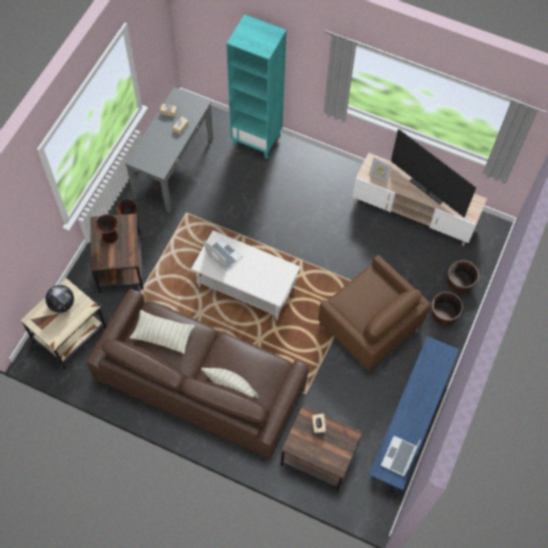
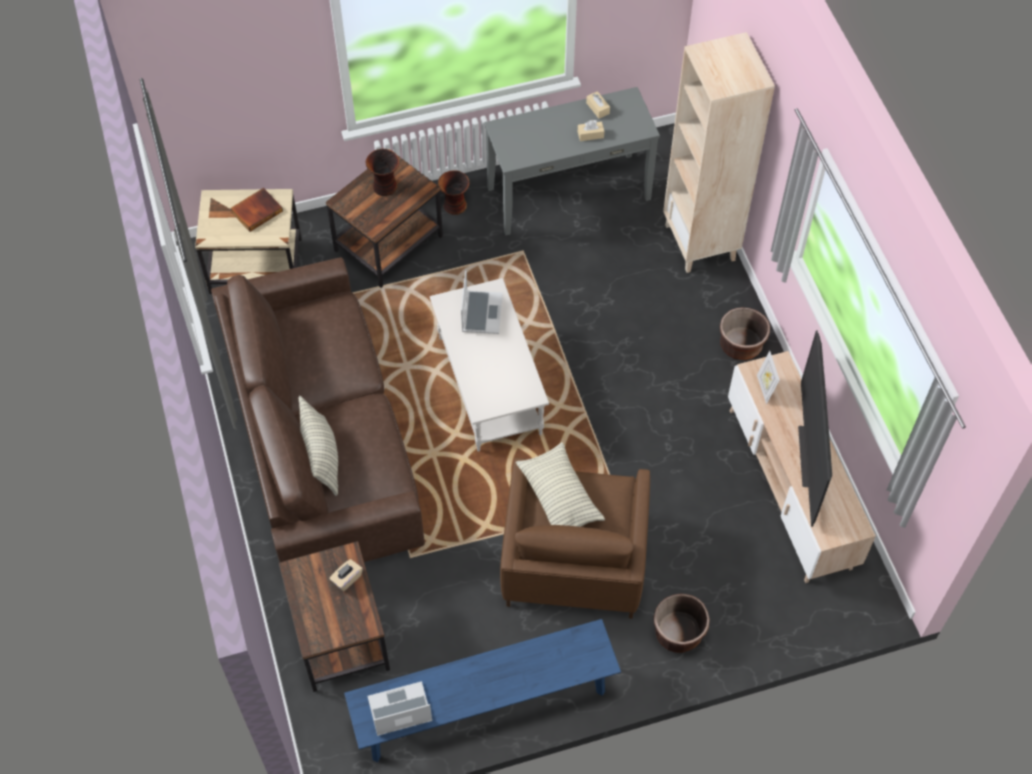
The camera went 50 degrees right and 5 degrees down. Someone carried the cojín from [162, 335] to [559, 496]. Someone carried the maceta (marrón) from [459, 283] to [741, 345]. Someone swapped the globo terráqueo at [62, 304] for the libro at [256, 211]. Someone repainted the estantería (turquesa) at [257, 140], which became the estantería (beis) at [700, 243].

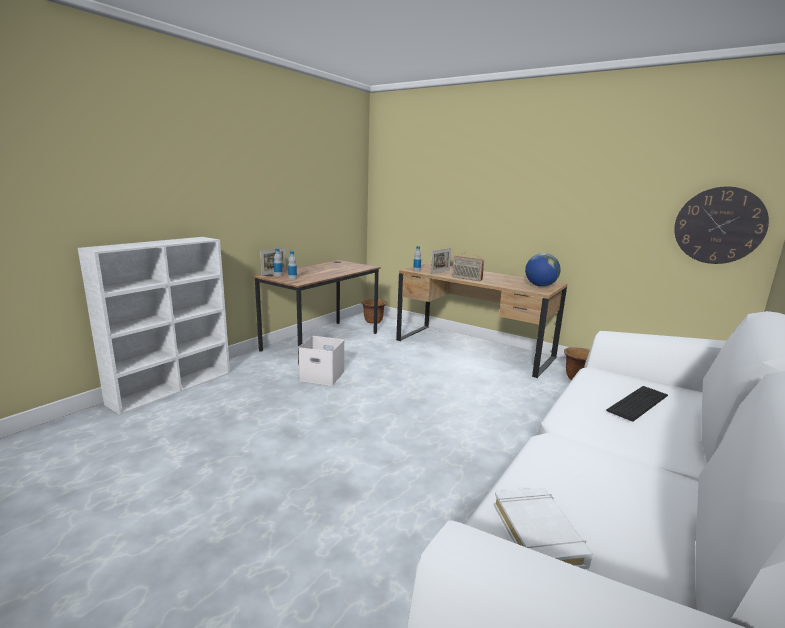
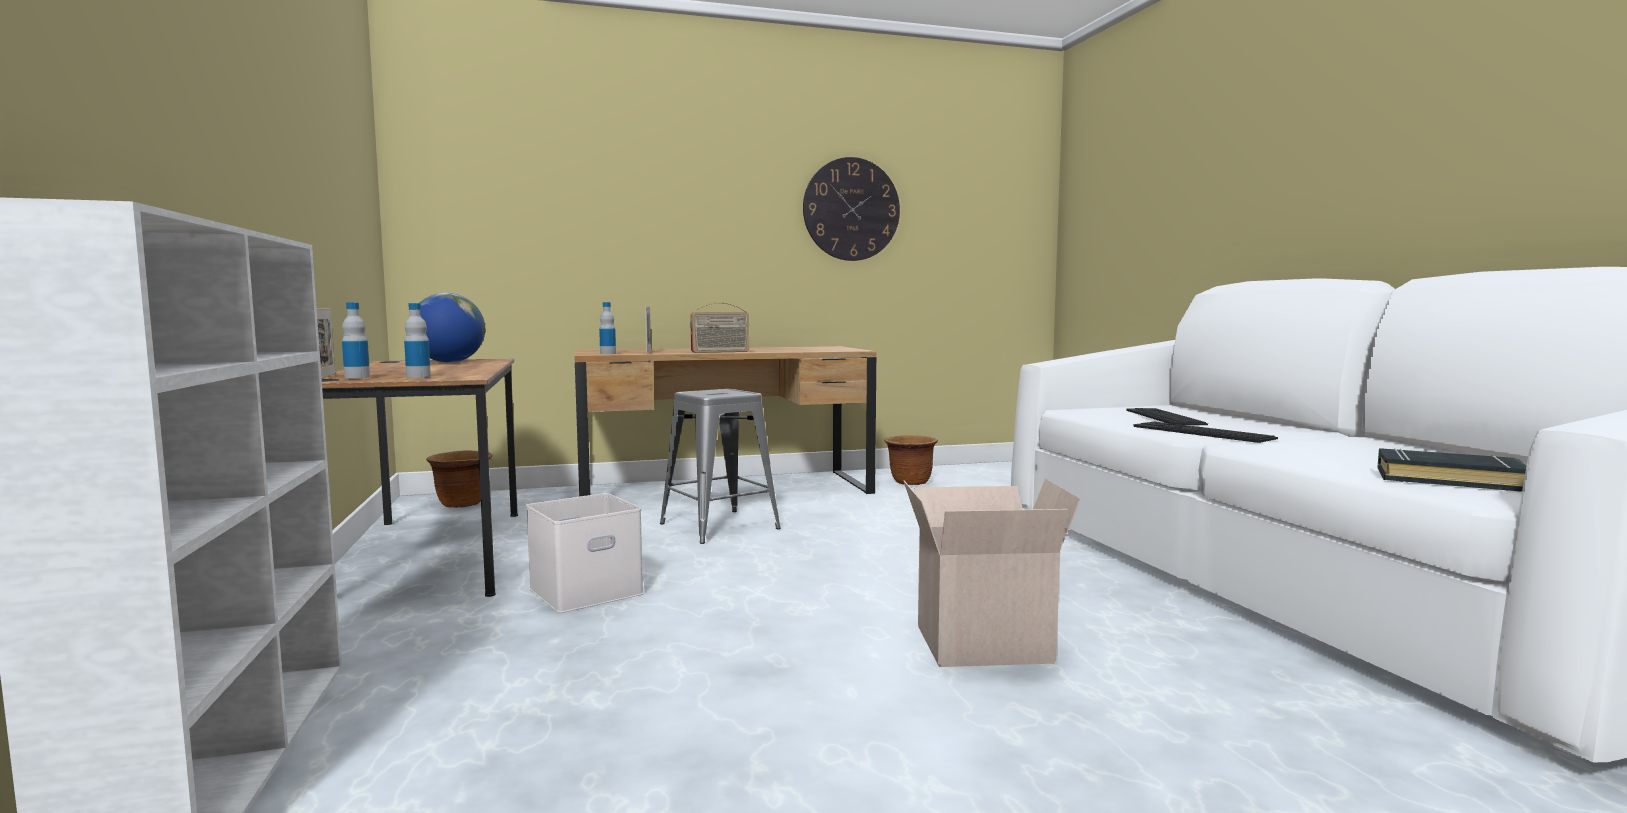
The camera went 50 degrees left and 10 degrees down. Someone put down the taburete (gris) at [719, 526]. Someone put down the caja de cartón at [984, 642]. Someone put down the teclado at [1202, 432]. Someone carried the globo terráqueo from [540, 286] to [449, 362]. Someone carried the reloj de pared from [719, 225] to [851, 209]. Someone repainted the libro (blanco) at [538, 534], which became the libro (negro) at [1448, 479].

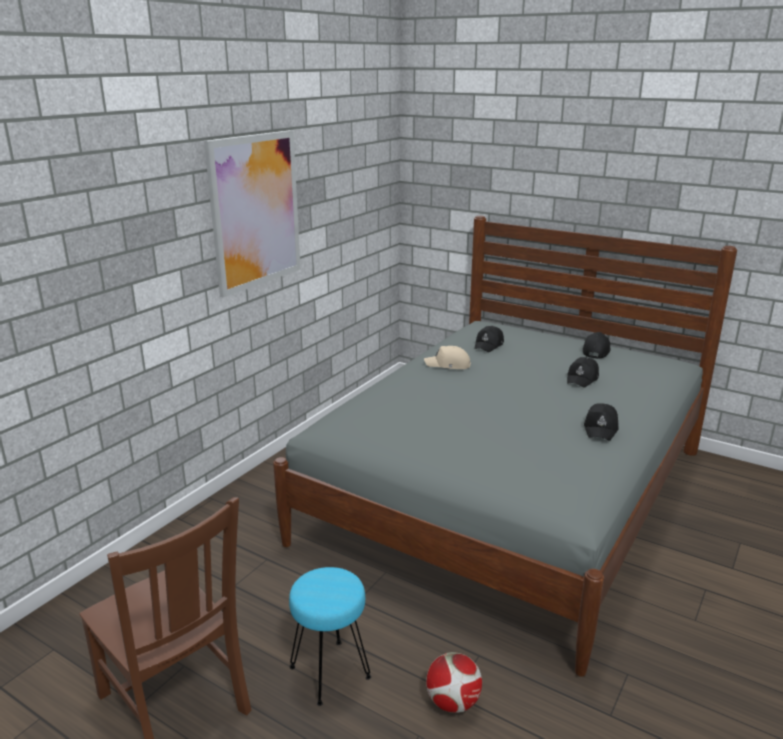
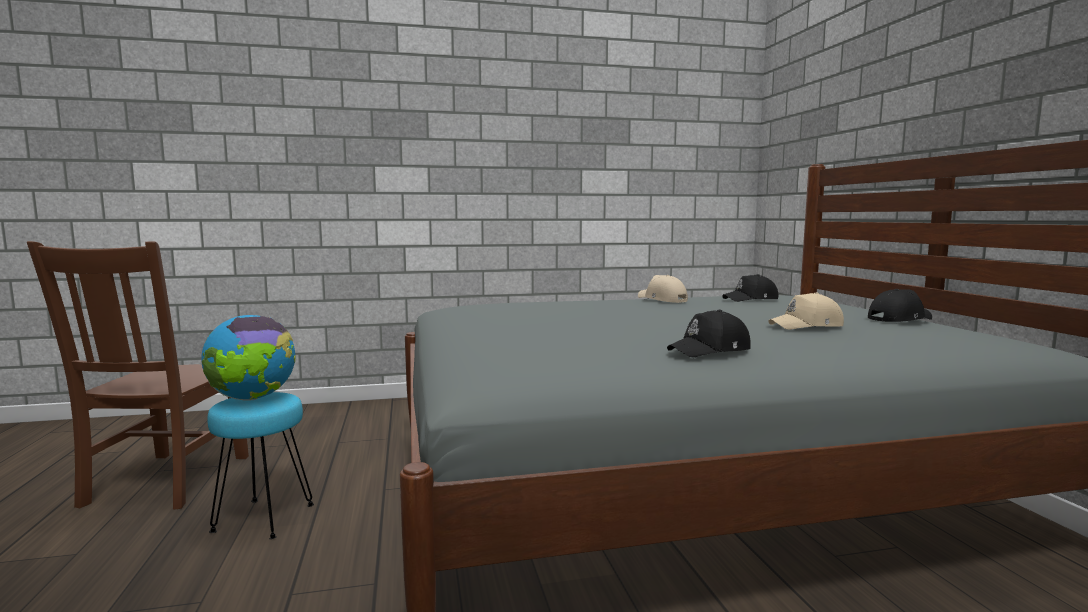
The camera went 45 degrees right and 15 degrees down. Someone took away the cuadro at [255, 211]. Someone took away the balón de fútbol at [453, 702]. Someone put down the globo terráqueo at [252, 398]. Someone repainted the gorra (negro) at [582, 378], which became the gorra (beis) at [807, 326].

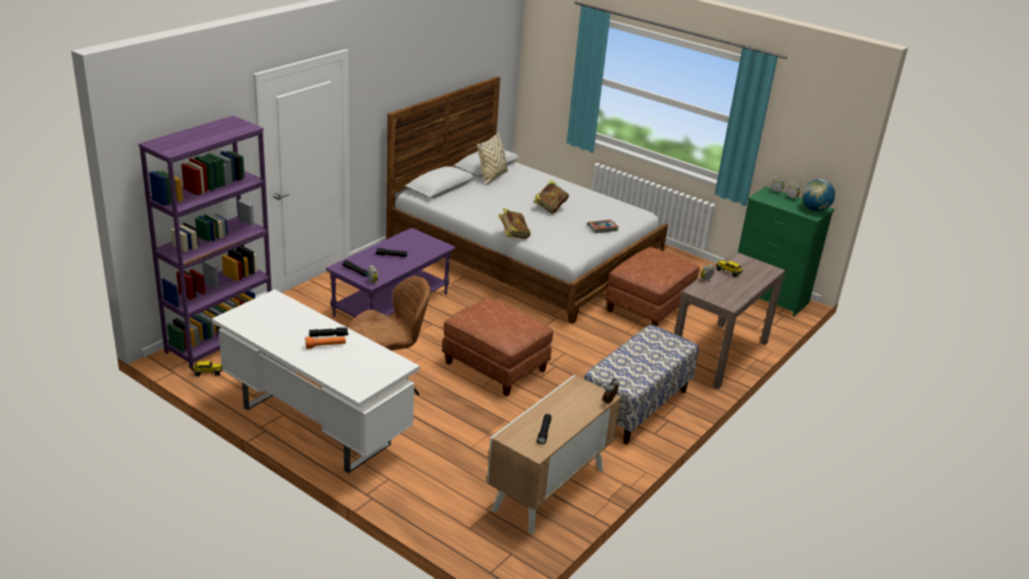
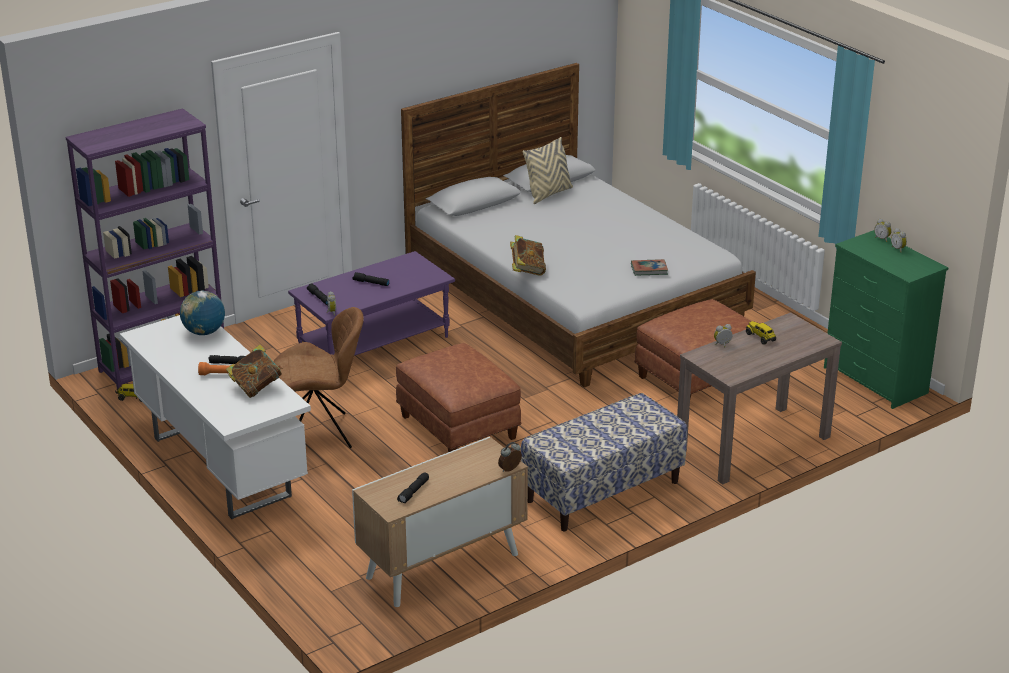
The camera went 20 degrees right and 0 degrees up. Someone carried the libro from [550, 208] to [256, 387]. Someone carried the globo terráqueo from [814, 209] to [204, 332].

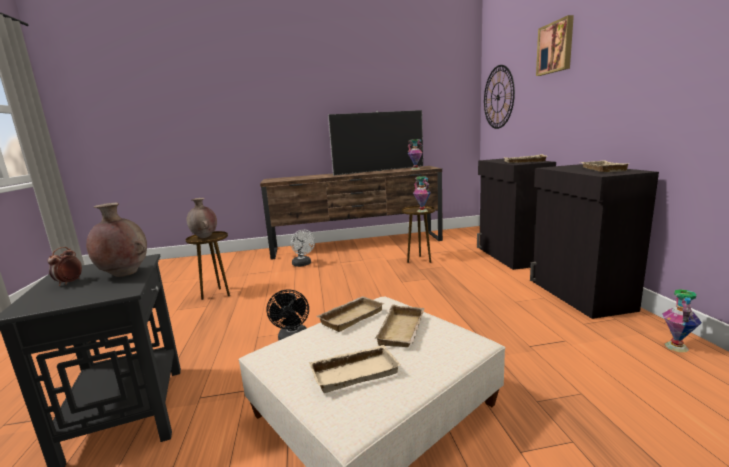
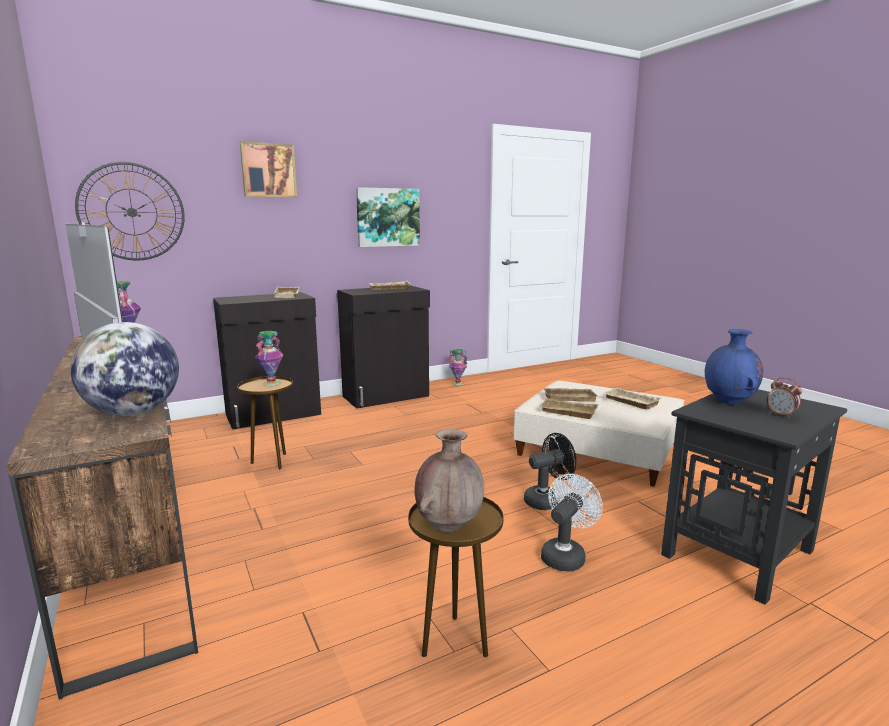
The camera went 110 degrees left and 0 degrees up. Someone put down the globo terráqueo at [133, 413]. Someone put up the cuadro at [388, 217]. Someone carried the ventilador (blanco) from [303, 264] to [565, 555]. Someone repainted the florero (marrón) at [124, 274], which became the florero (azul) at [729, 402]. Someone rotated the despertador at [69, 282] by 60 degrees clockwise.

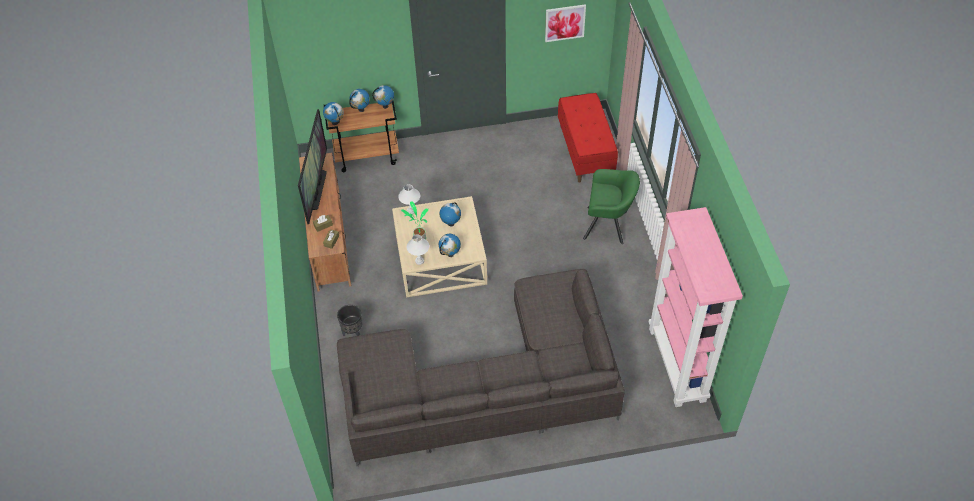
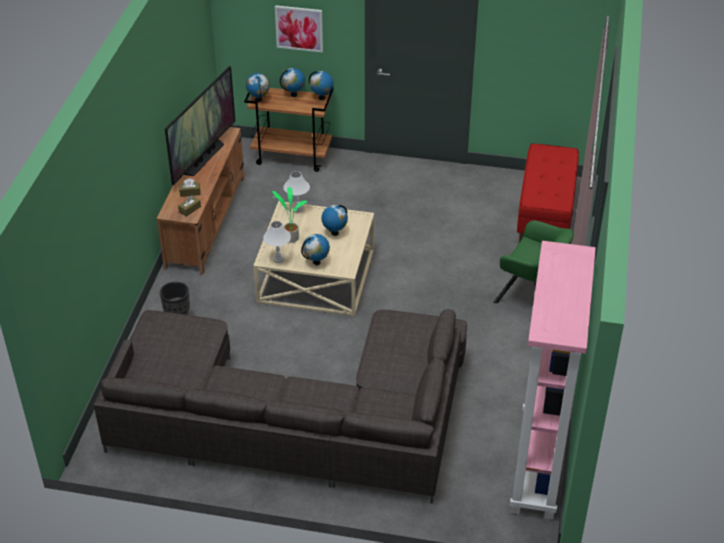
The camera went 20 degrees right and 10 degrees down. Someone carried the cuadro from [565, 22] to [299, 28].

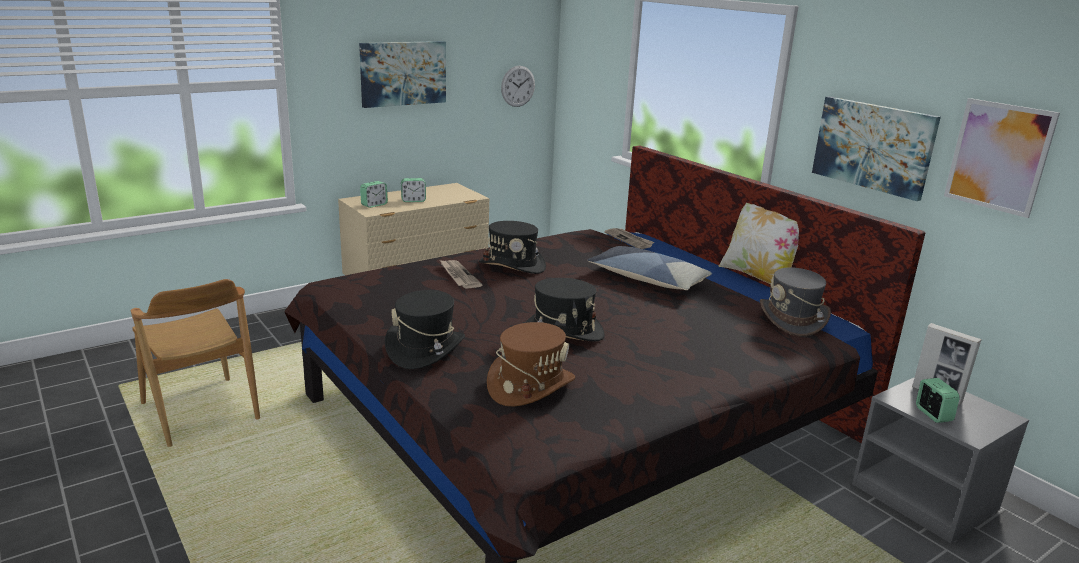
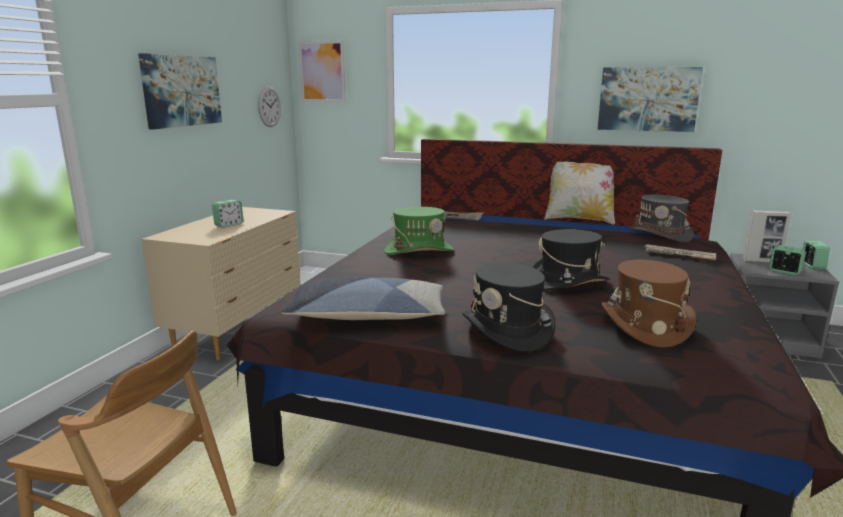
The camera went 35 degrees left and 5 degrees down. Someone carried the despertador from [374, 205] to [812, 266]. Someone carried the periódico from [458, 276] to [678, 254]. Someone carried the cojín from [647, 279] to [367, 315]. Someone carried the cuadro from [998, 157] to [322, 71]. Someone repainted the sombrero (negro) at [512, 265], which became the sombrero (verde) at [419, 251].

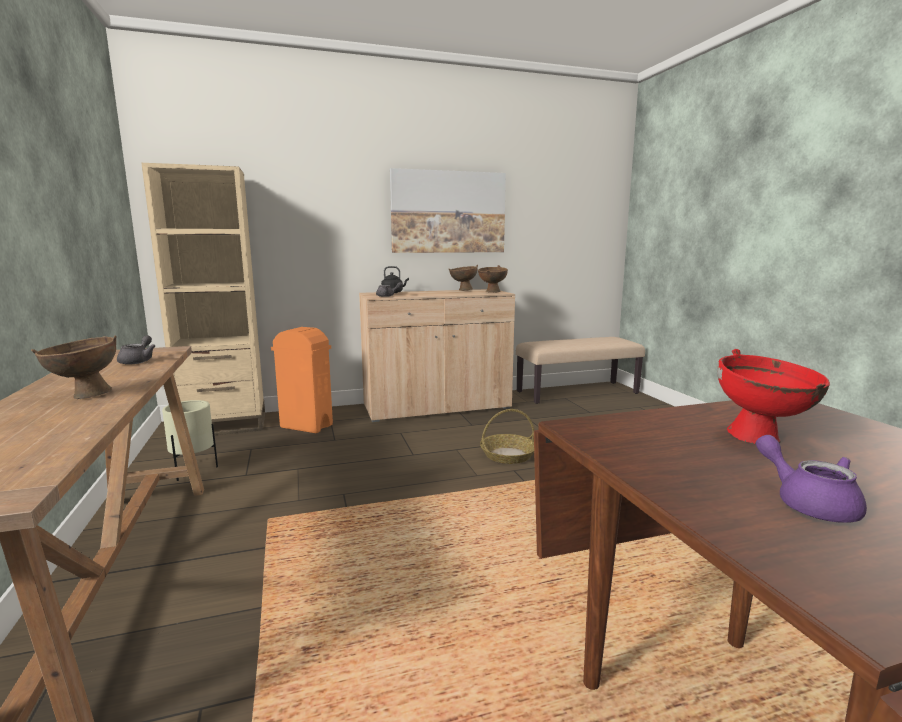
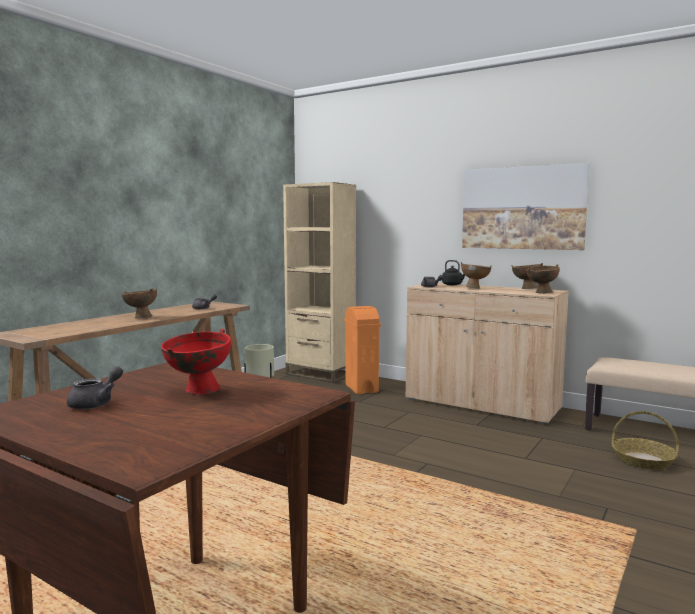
The camera went 50 degrees right and 5 degrees down. Someone put down the cuenco (marrón) at [475, 288]. Someone carried the cesta from [508, 455] to [643, 460]. Someone repainted the tetera (morado) at [808, 503], which became the tetera (gris) at [96, 403].

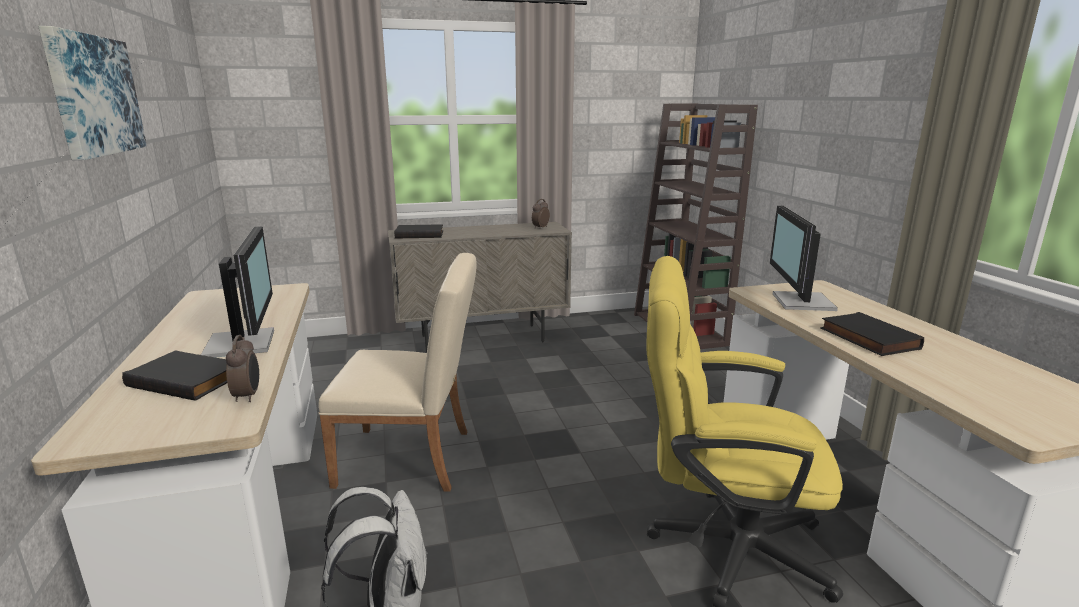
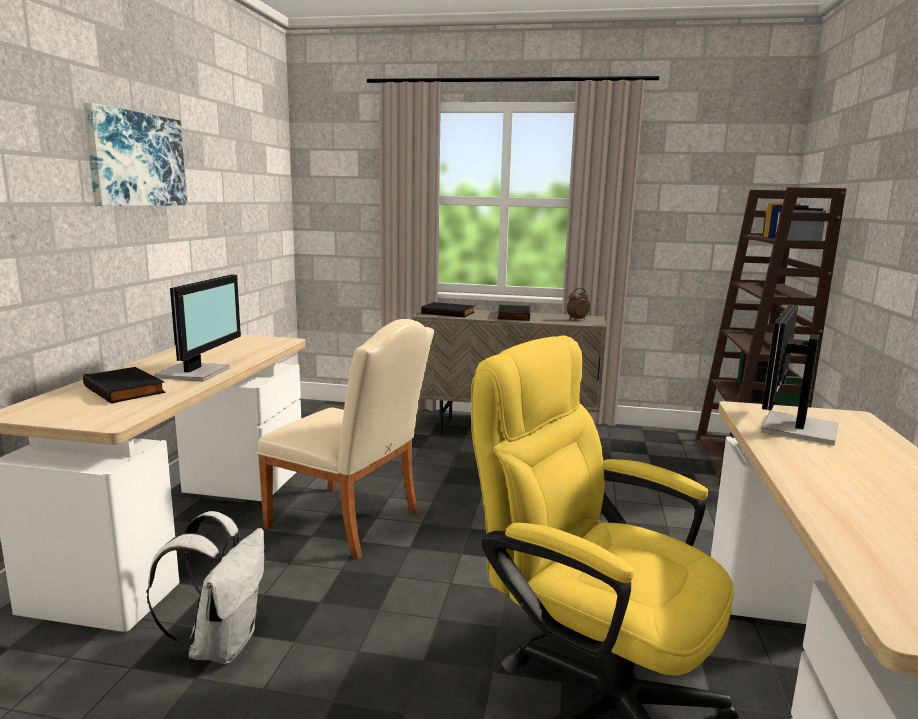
The camera went 25 degrees right and 5 degrees down. Someone took away the despertador at [248, 396]. Someone carried the libro (negro) from [866, 338] to [512, 316].

